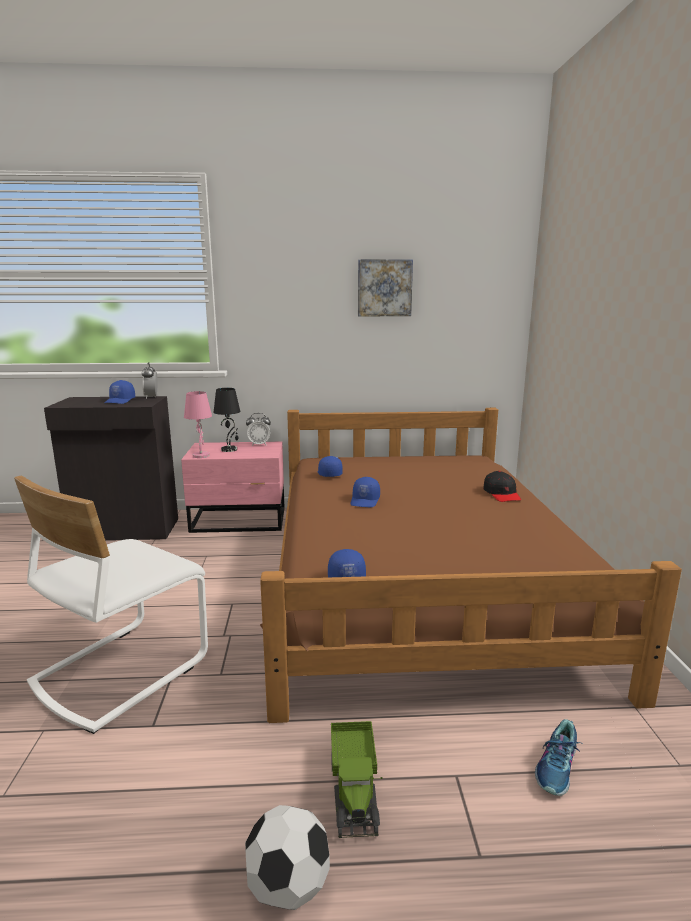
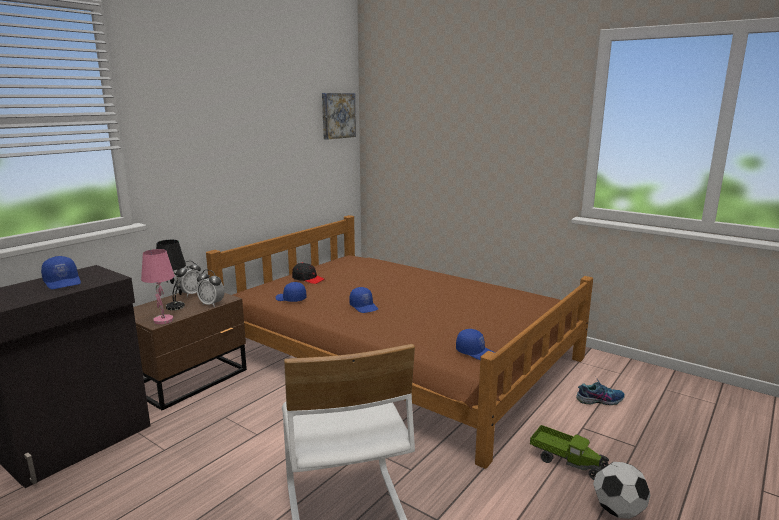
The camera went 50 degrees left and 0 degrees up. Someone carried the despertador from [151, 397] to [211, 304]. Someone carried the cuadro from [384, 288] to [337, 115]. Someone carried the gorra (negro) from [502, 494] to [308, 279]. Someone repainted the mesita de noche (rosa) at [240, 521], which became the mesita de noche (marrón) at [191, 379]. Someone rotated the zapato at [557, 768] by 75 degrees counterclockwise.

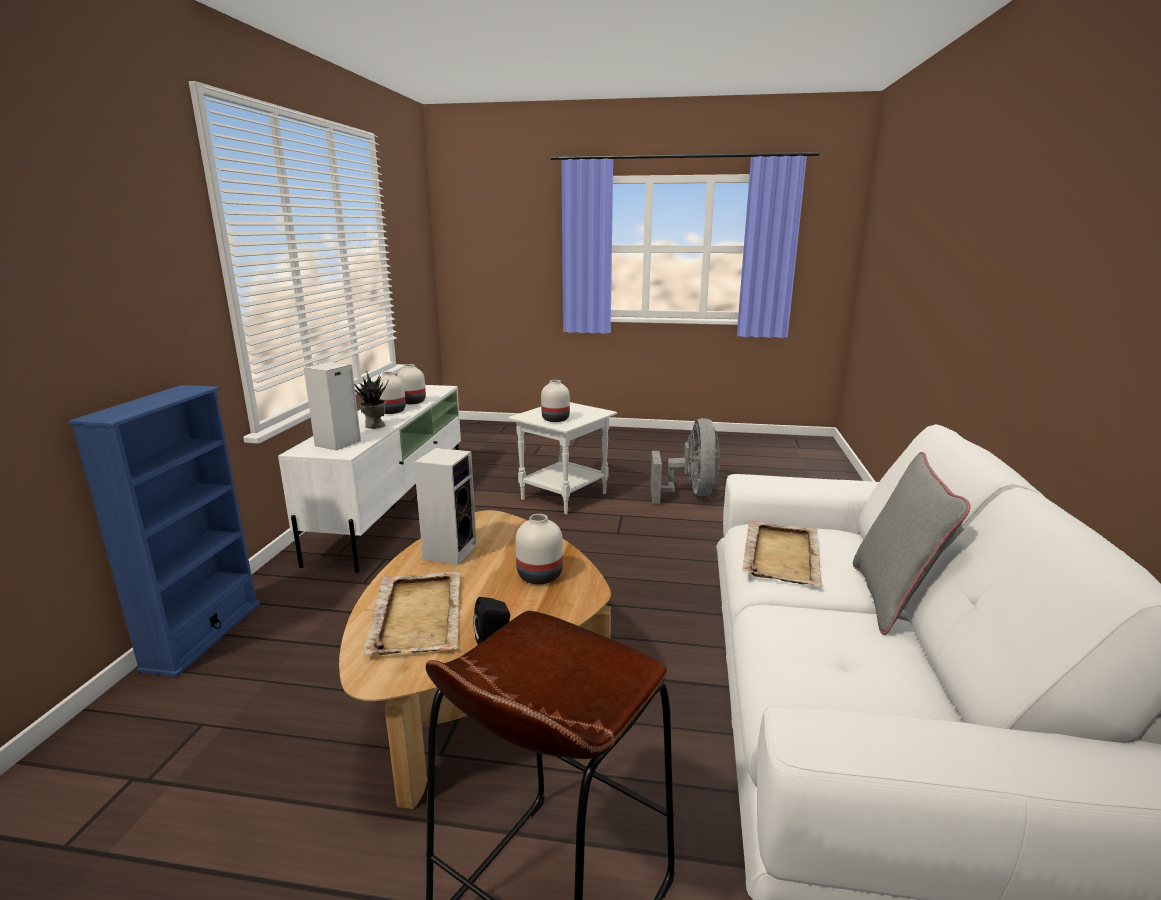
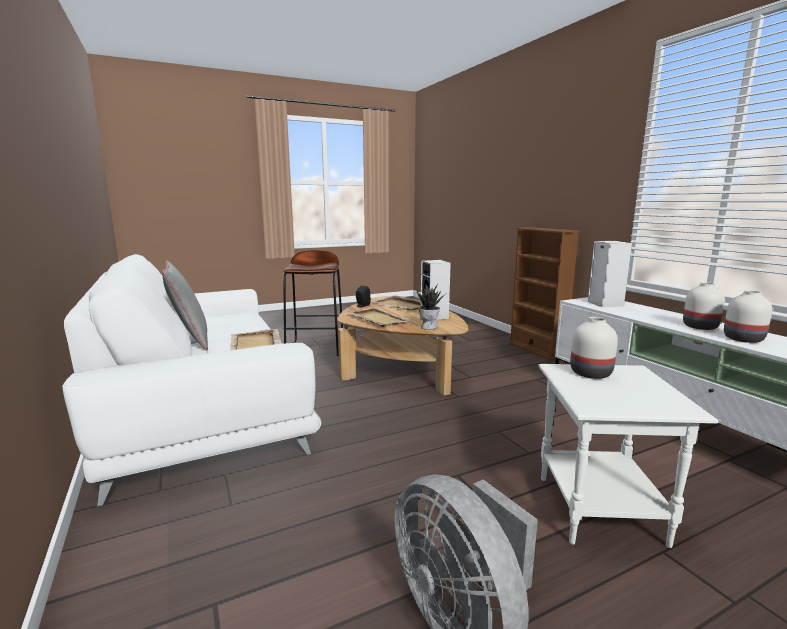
The camera went 145 degrees right and 5 degrees down. Someone carried the planta en maceta from [374, 425] to [428, 327]. Someone swapped the florero (blanco) at [540, 576] for the bandeja (beis) at [377, 319]. Someone repainted the estantería (azul) at [203, 635], which became the estantería (marrón) at [536, 349].

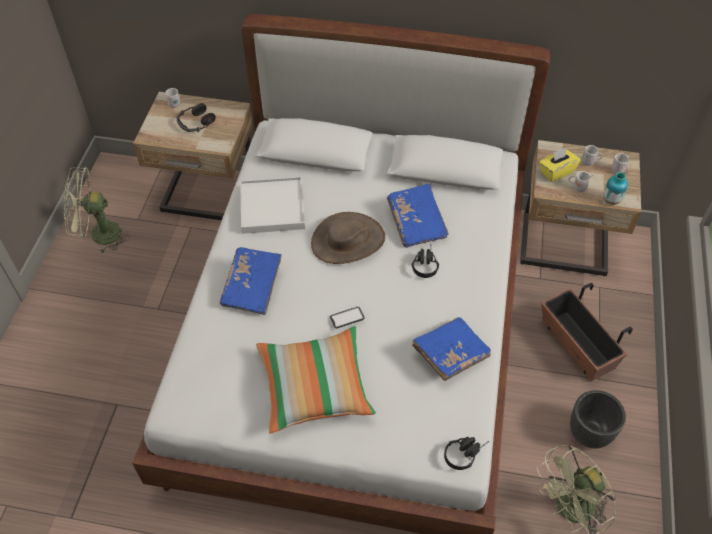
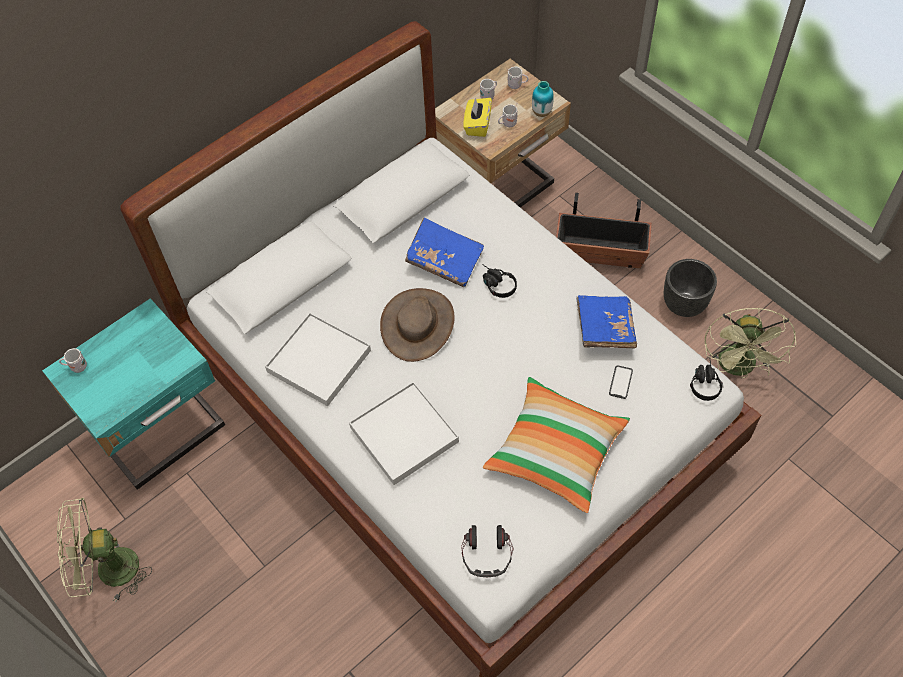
The camera went 50 degrees left and 5 degrees up. Someone carried the auriculares from [196, 123] to [487, 554]. Someone carried the móvil from [347, 318] to [620, 382]. Someone swapped the libro (azul) at [252, 287] for the bandeja (blanco) at [404, 435]. Someone repainted the mesita de noche (beis) at [208, 197], which became the mesita de noche (turquesa) at [162, 432]. Someone rotated the ventilador (verde) at [98, 235] by 45 degrees clockwise.

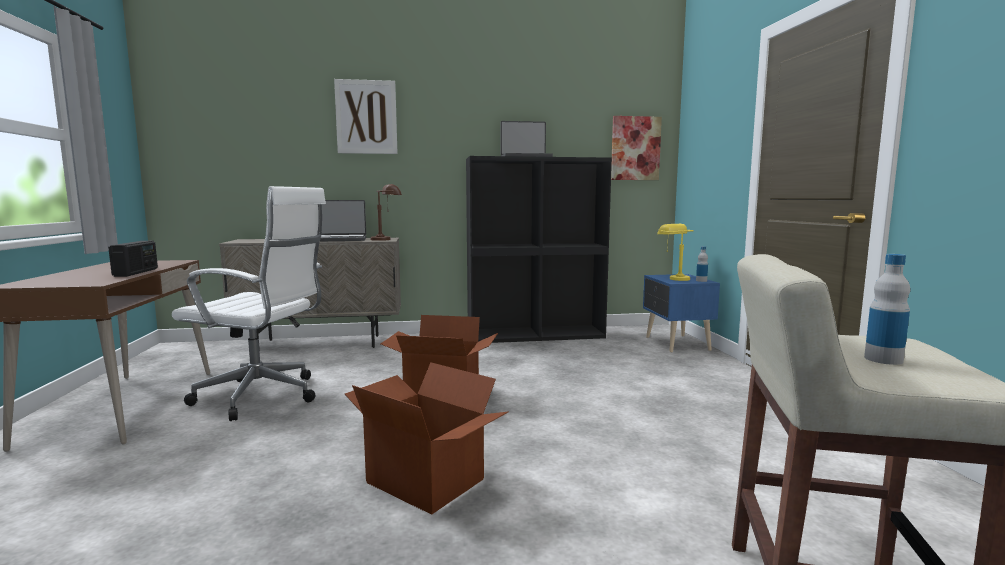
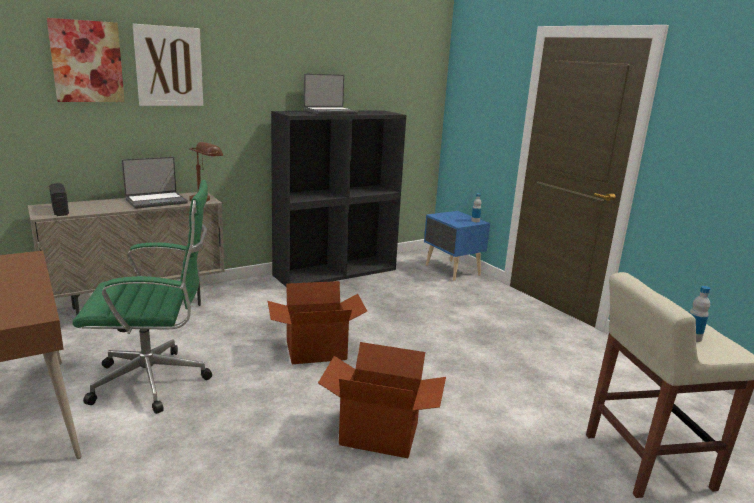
The camera went 25 degrees left and 10 degrees up. Someone took away the lámpara de mesa (amarillo) at [673, 278]. Someone carried the radio from [136, 272] to [60, 210]. Someone carried the cuadro from [635, 148] to [87, 61]. Someone repainted the silla de oficina (blanco) at [263, 397], which became the silla de oficina (verde) at [156, 381].

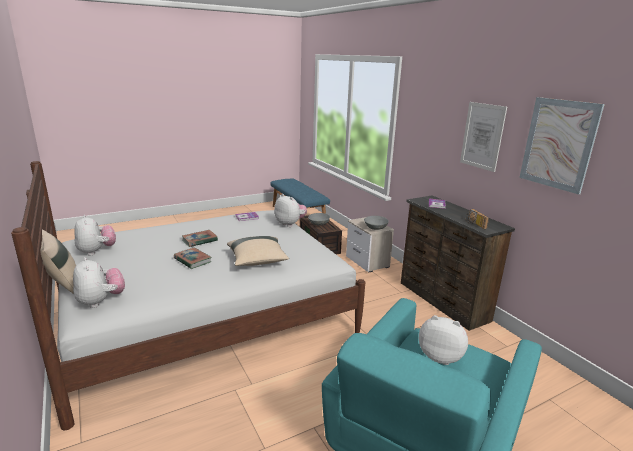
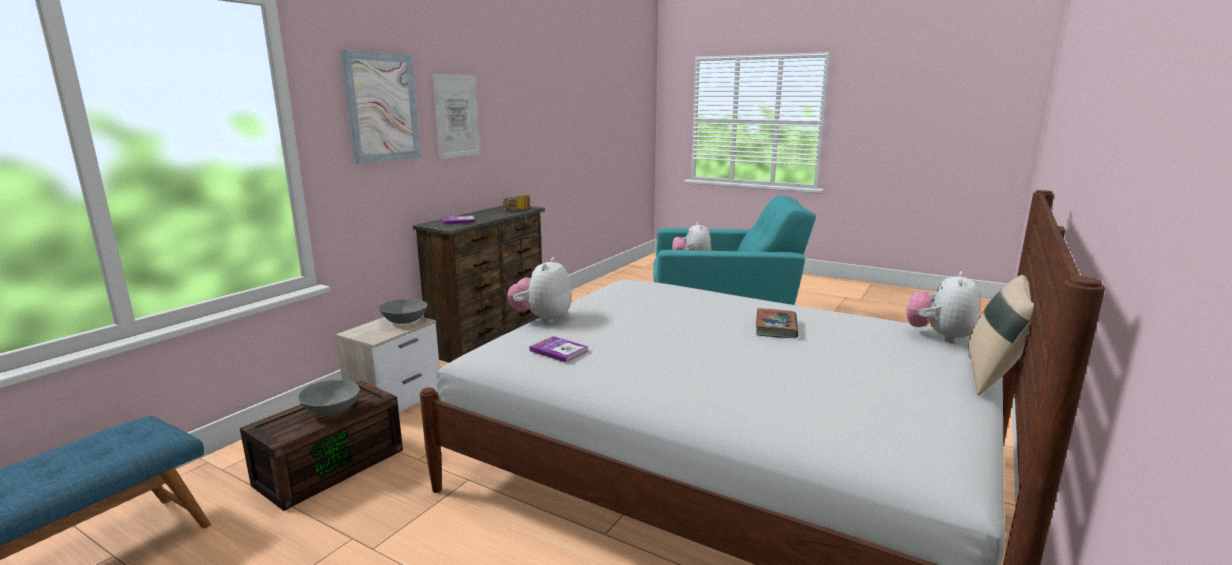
The camera went 120 degrees left and 5 degrees down. Someone took away the peluche at [97, 251]. Someone took away the libro at [199, 240]. Someone took away the cojín (beis) at [257, 261]. Someone carried the cuadro from [558, 144] to [382, 107].

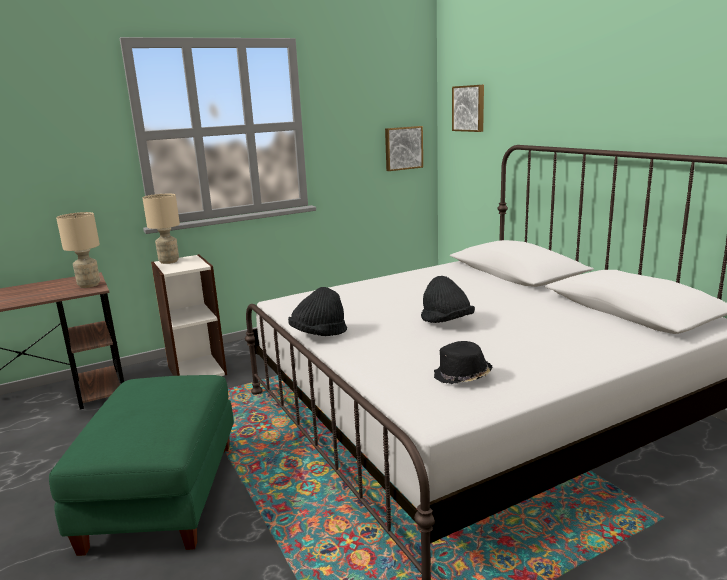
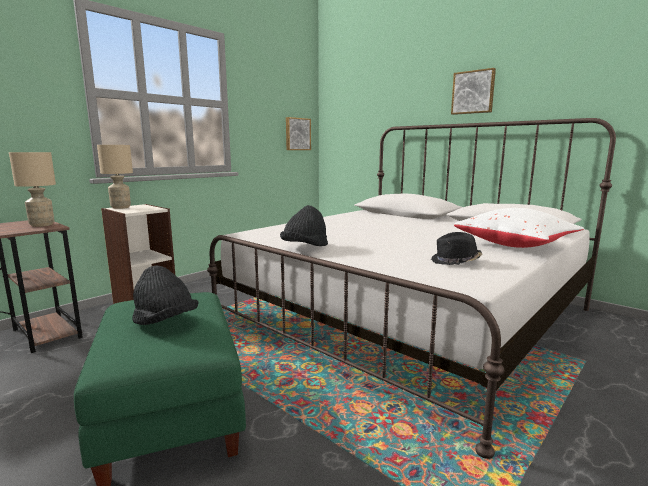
The camera went 20 degrees left and 5 degrees down. Someone put down the cojín (blanco) at [516, 245]. Someone carried the sombrero (negro) from [446, 322] to [165, 322]. Someone carried the cuadro from [469, 108] to [473, 92].

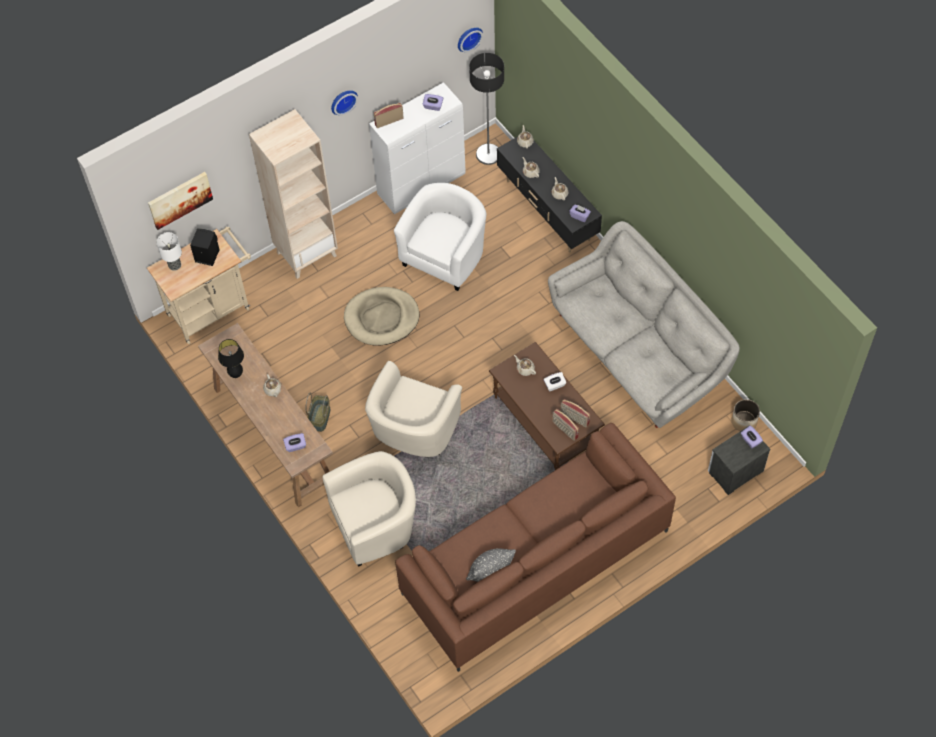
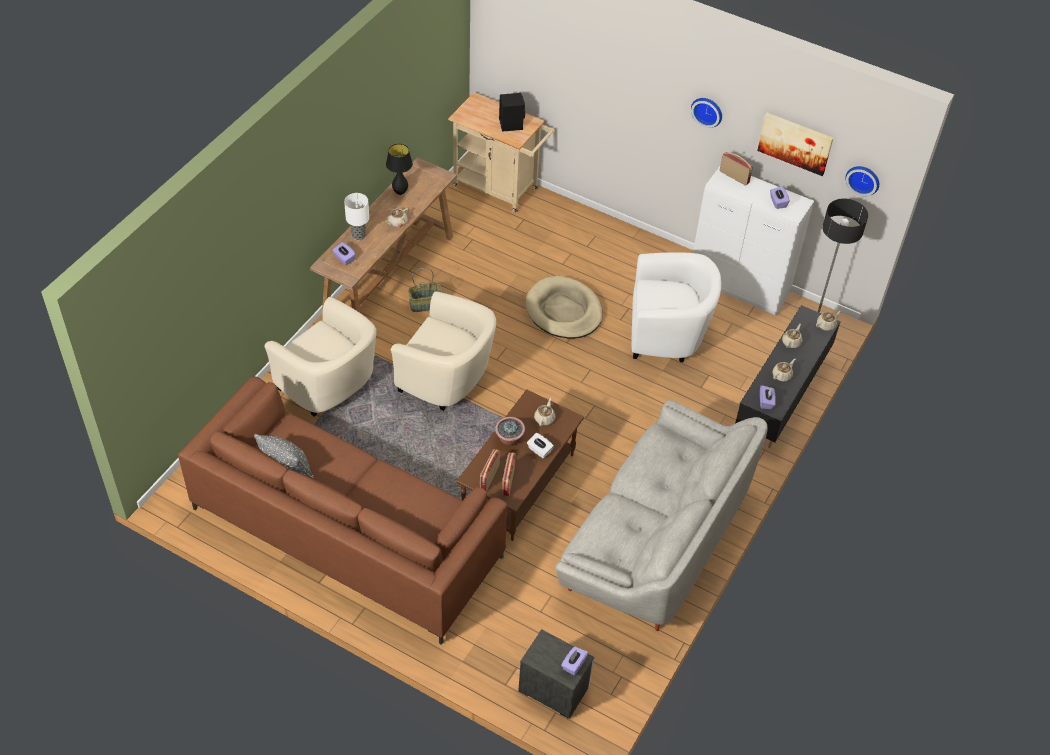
The camera went 60 degrees right and 10 degrees down. Someone took away the estantería (beis) at [307, 253]. Someone took away the maceta at [744, 421]. Someone put down the planta en maceta at [509, 440]. Someone carried the cuadro from [180, 199] to [795, 143]. Someone carried the lámpara de mesa from [174, 265] to [359, 235]. Someone rotated the sillón (beis) at [413, 432] by 150 degrees counterclockwise.

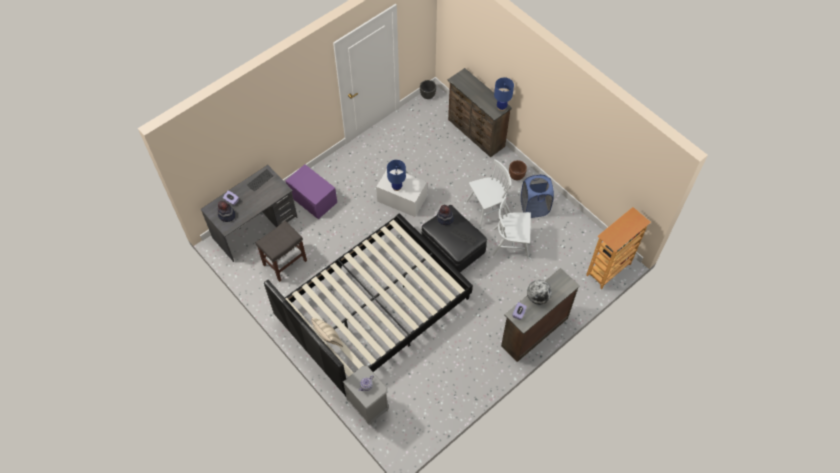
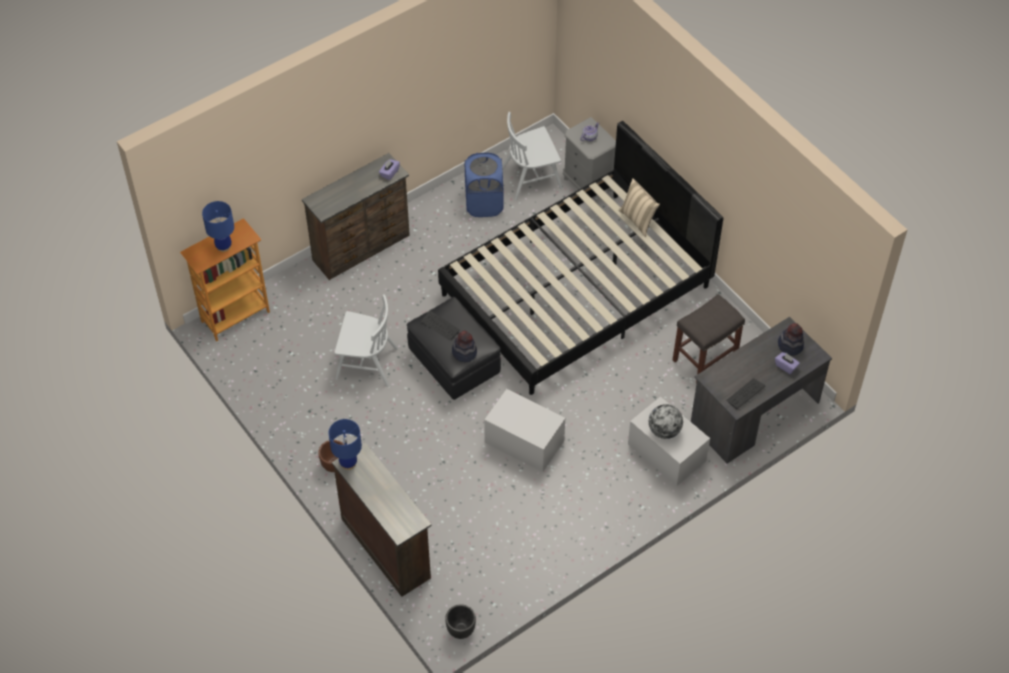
The camera went 175 degrees left and 5 degrees down. Someone carried the lámpara de mesa (azul) from [397, 187] to [223, 246]. Someone carried the silla (blanco) from [488, 207] to [531, 178]. Someone carried the cesto de la ropa (azul) from [534, 207] to [484, 204]. Someone carried the globo terráqueo from [537, 297] to [664, 431]. Someone repainted the caja de almacenaje (morado) at [313, 199], which became the caja de almacenaje (blanco) at [666, 452].

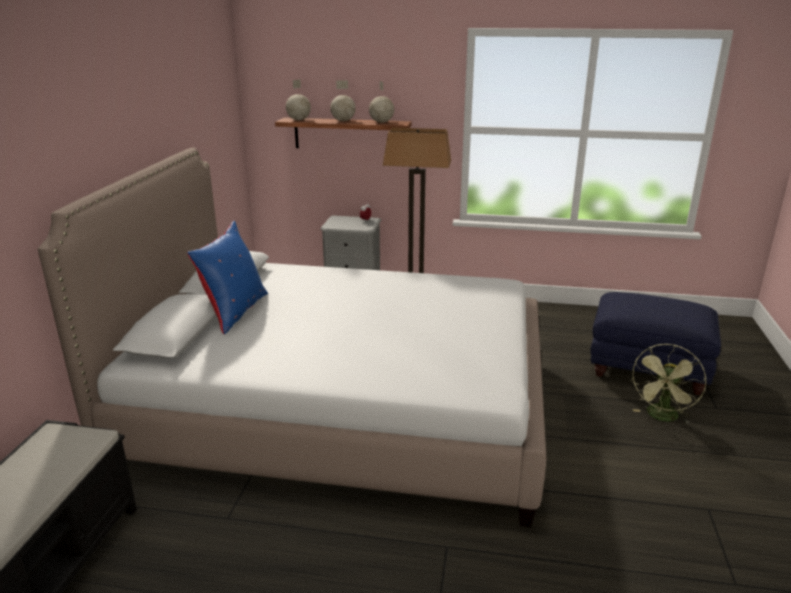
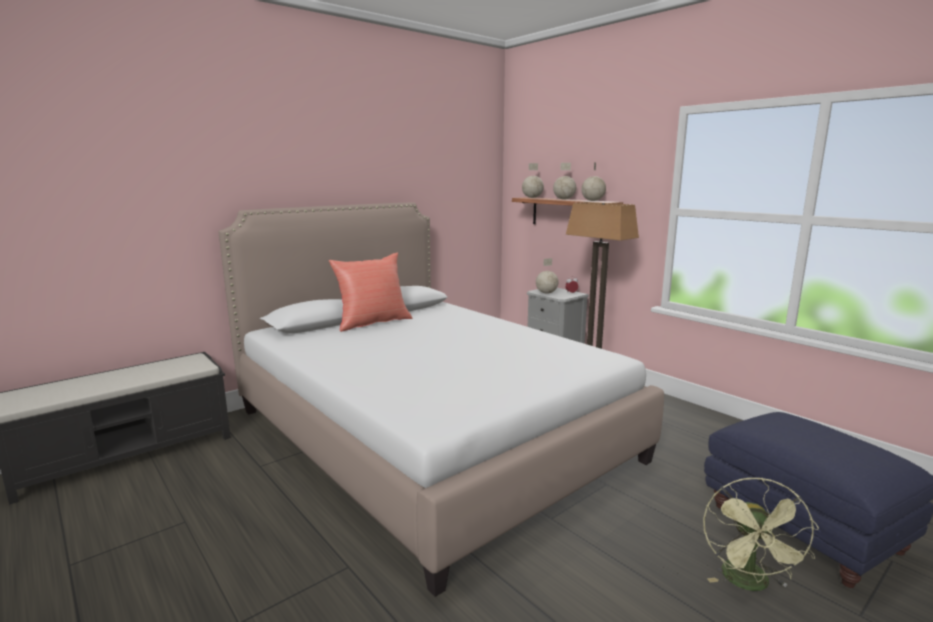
The camera went 40 degrees right and 10 degrees down. Someone put down the globo terráqueo at [546, 293]. Someone repainted the cojín (azul) at [234, 311], which became the cojín (rojo) at [372, 322]. Someone rotated the ventilador (verde) at [662, 417] by 60 degrees counterclockwise.

